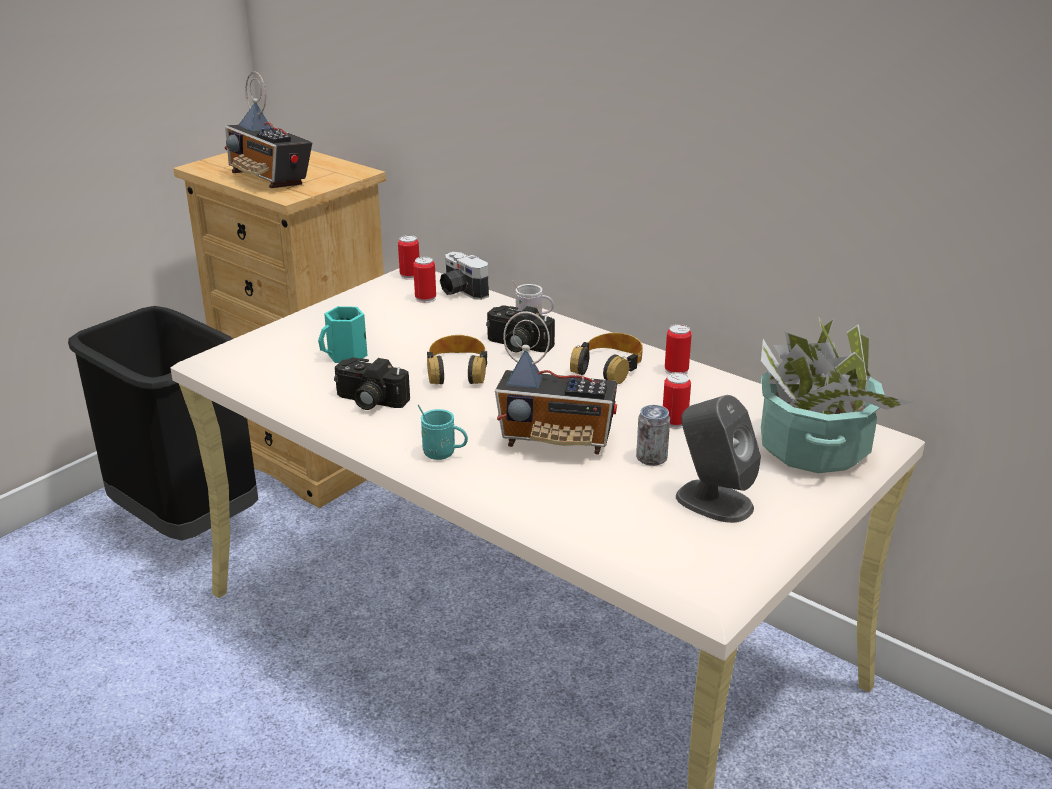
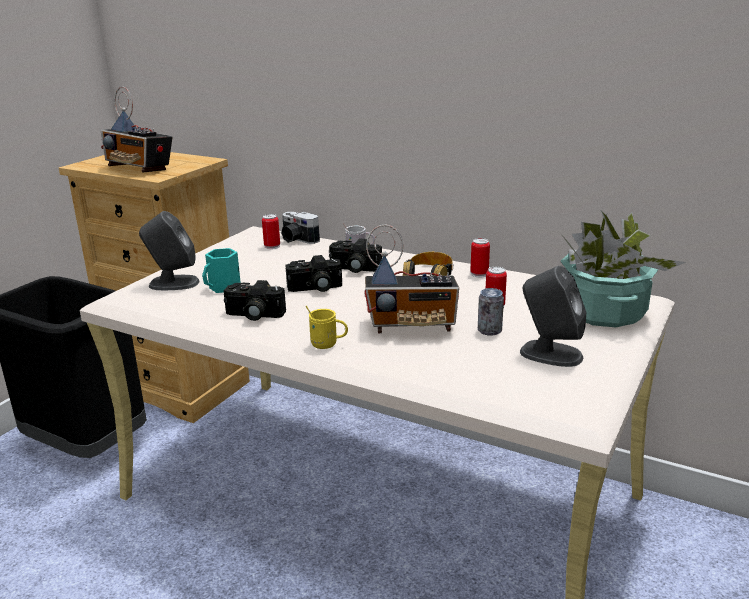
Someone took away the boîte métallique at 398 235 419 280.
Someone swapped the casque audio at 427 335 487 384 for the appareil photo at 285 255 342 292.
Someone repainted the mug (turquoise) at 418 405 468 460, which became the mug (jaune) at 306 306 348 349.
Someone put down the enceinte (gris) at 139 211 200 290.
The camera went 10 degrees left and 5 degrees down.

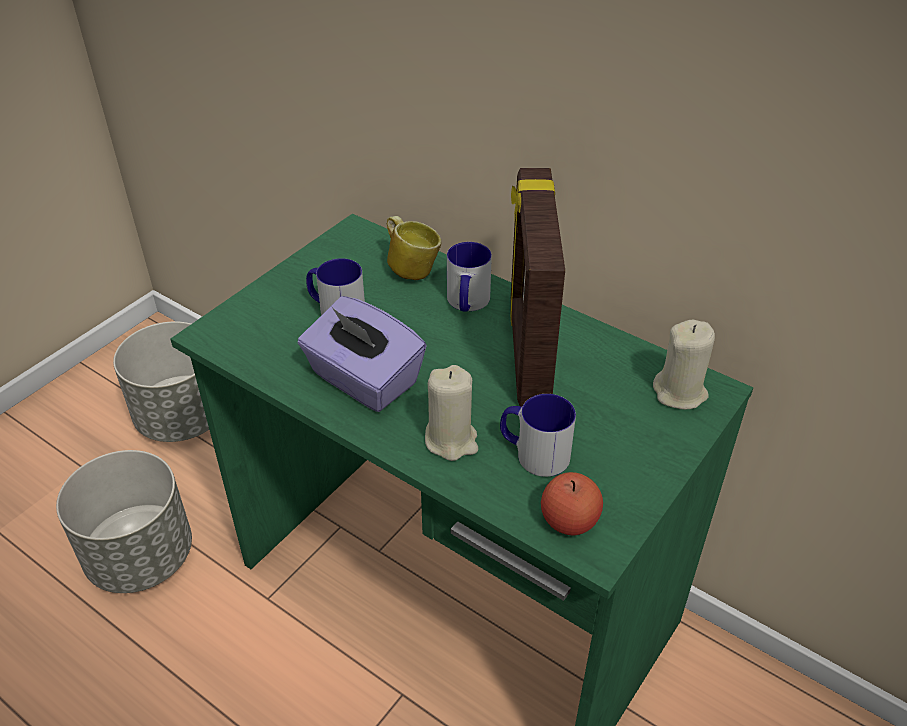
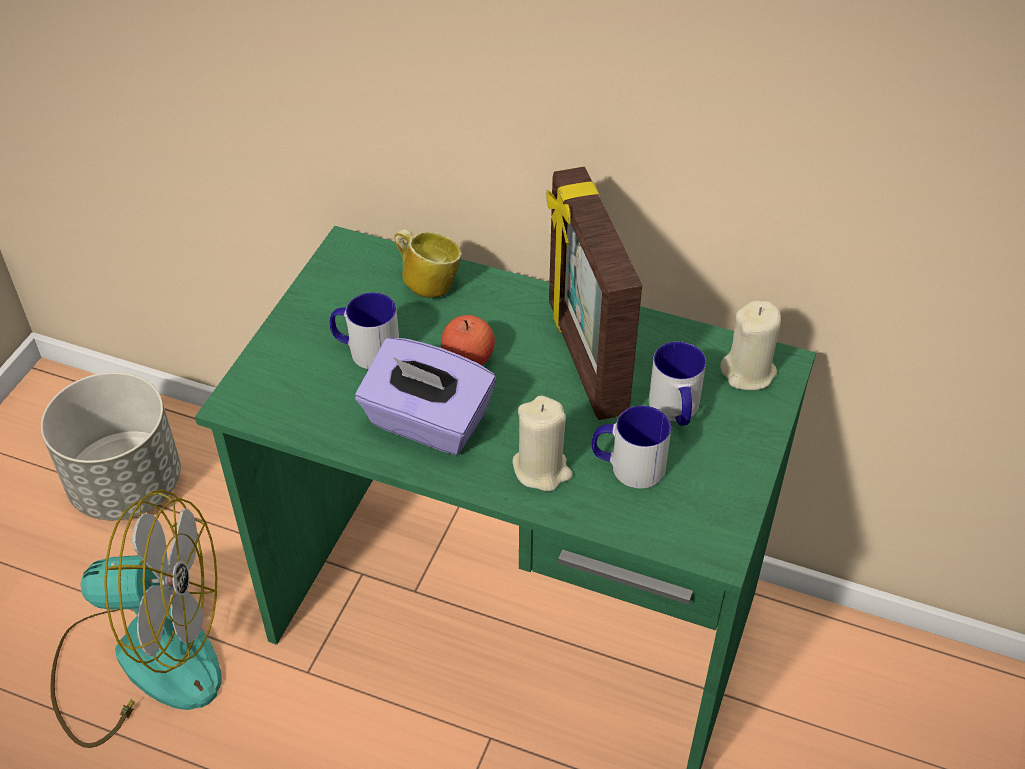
Someone carried the mug from 447 242 492 312 to 649 342 706 426.
Someone swapped the cache-pot (gris) at 56 450 192 593 for the ventilateur at 50 489 222 748.
Someone carried the pomme from 541 472 603 535 to 441 315 495 365.
The camera went 15 degrees left and 5 degrees up.

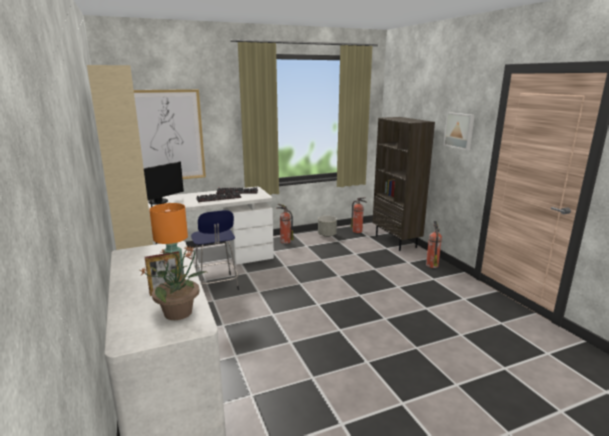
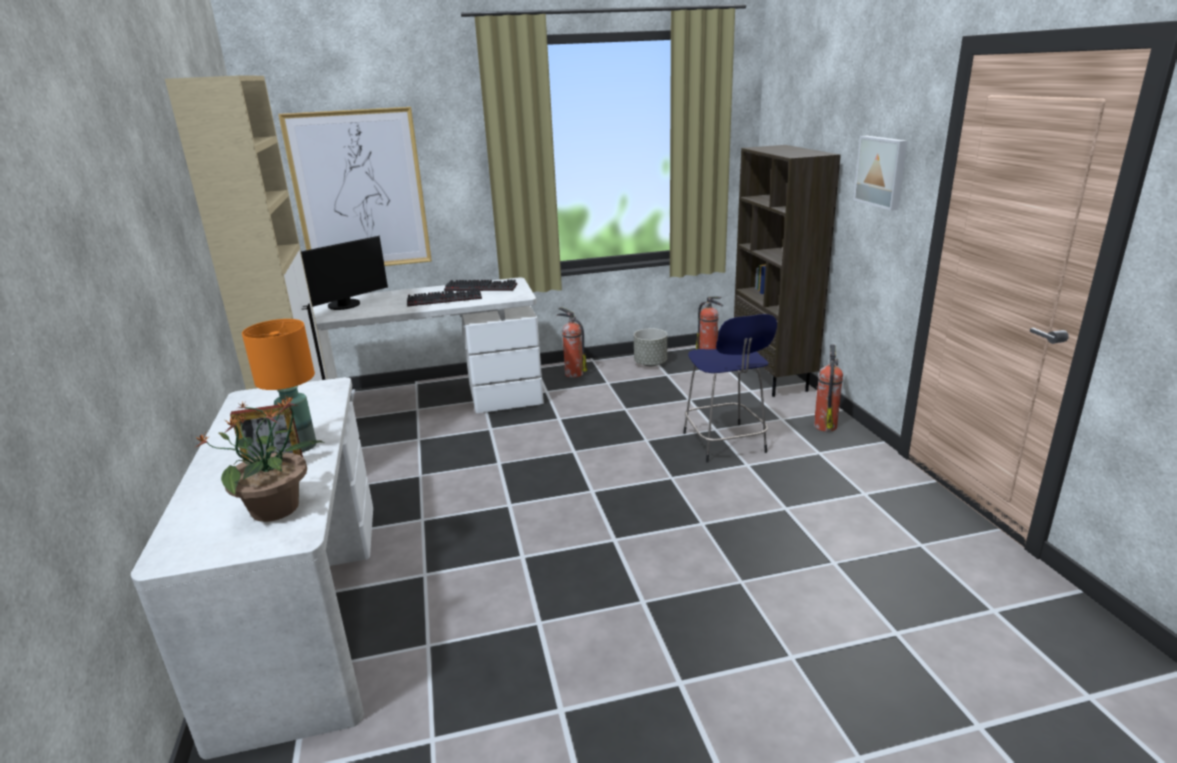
Someone carried the tabouret (bleu) from 191 210 239 290 to 683 314 777 463.
The camera went 10 degrees right and 5 degrees up.

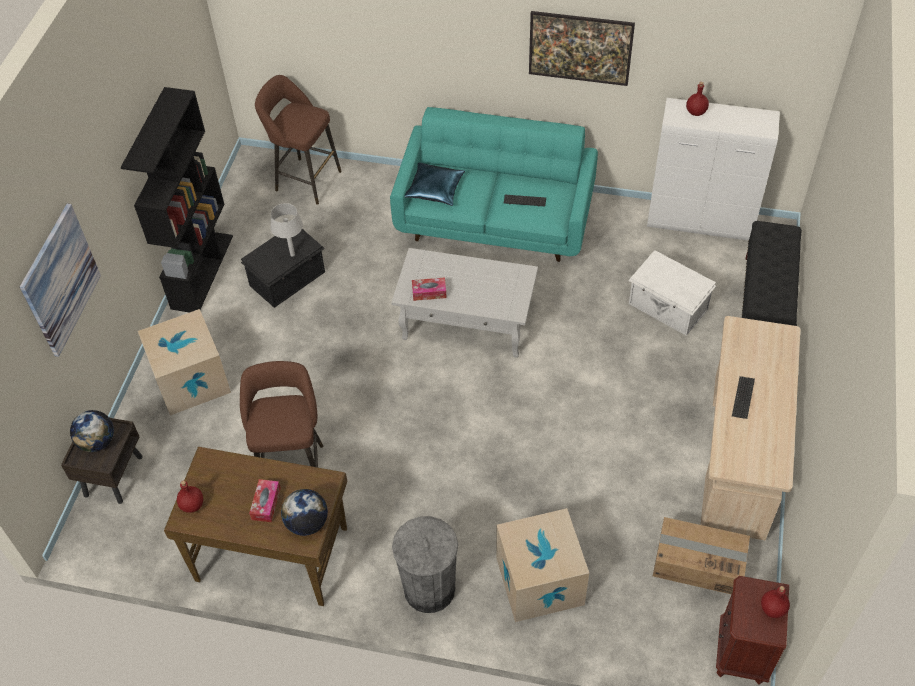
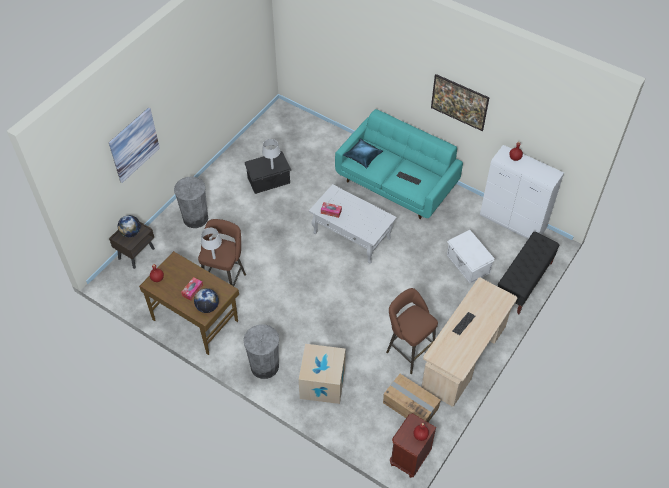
Someone carried the tabouret (marron) from 255 75 342 205 to 386 288 438 374.
Someone took away the bibliothèque (noir) at 121 87 233 313.
Someone swapped the carton at 138 309 231 416 for the poubelle (gris) at 174 177 208 228.
Someone put down the lampe de table (gris) at 201 228 222 259.
The camera went 20 degrees right and 0 degrees up.

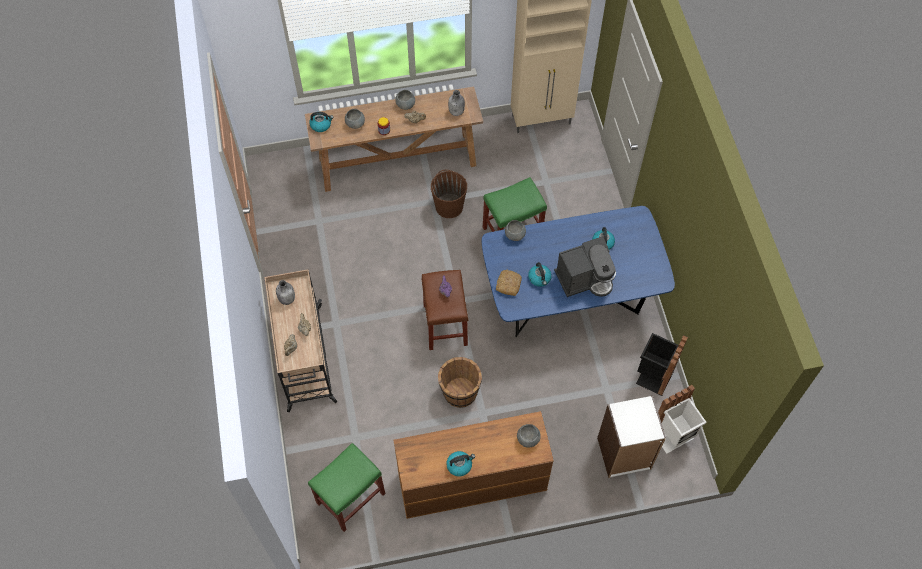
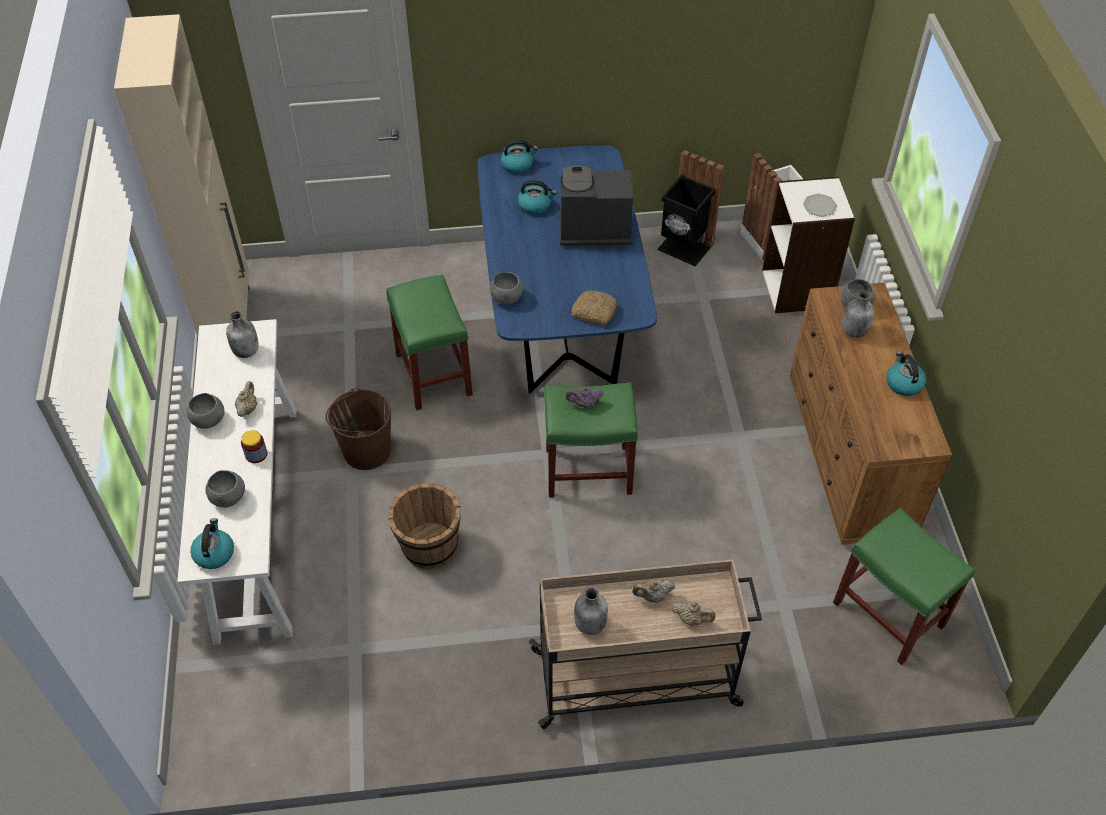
Someone repainted the table console (marron) at 305 87 483 192, which became the table console (blanc) at 177 319 296 645.
Someone rotated the machine à café at 554 236 616 297 by 75 degrees counterclockwise.
Someone carried the bouilloire from 528 262 552 287 to 501 139 538 174.
Someone repainted the tabouret (marron) at 421 270 468 350, which became the tabouret (vert) at 544 382 638 498.
Someone carried the seau (marron) from 438 357 482 408 to 388 483 461 569.
Someone put down the assiette at 803 194 837 217.
Someone put down the bouteille (gris) at 842 290 874 338.
The camera went 85 degrees left and 10 degrees down.

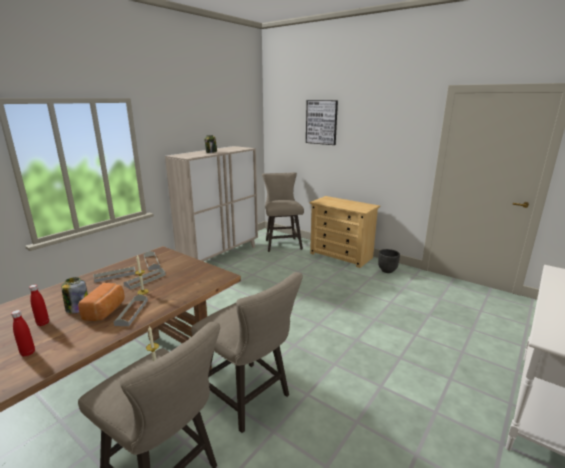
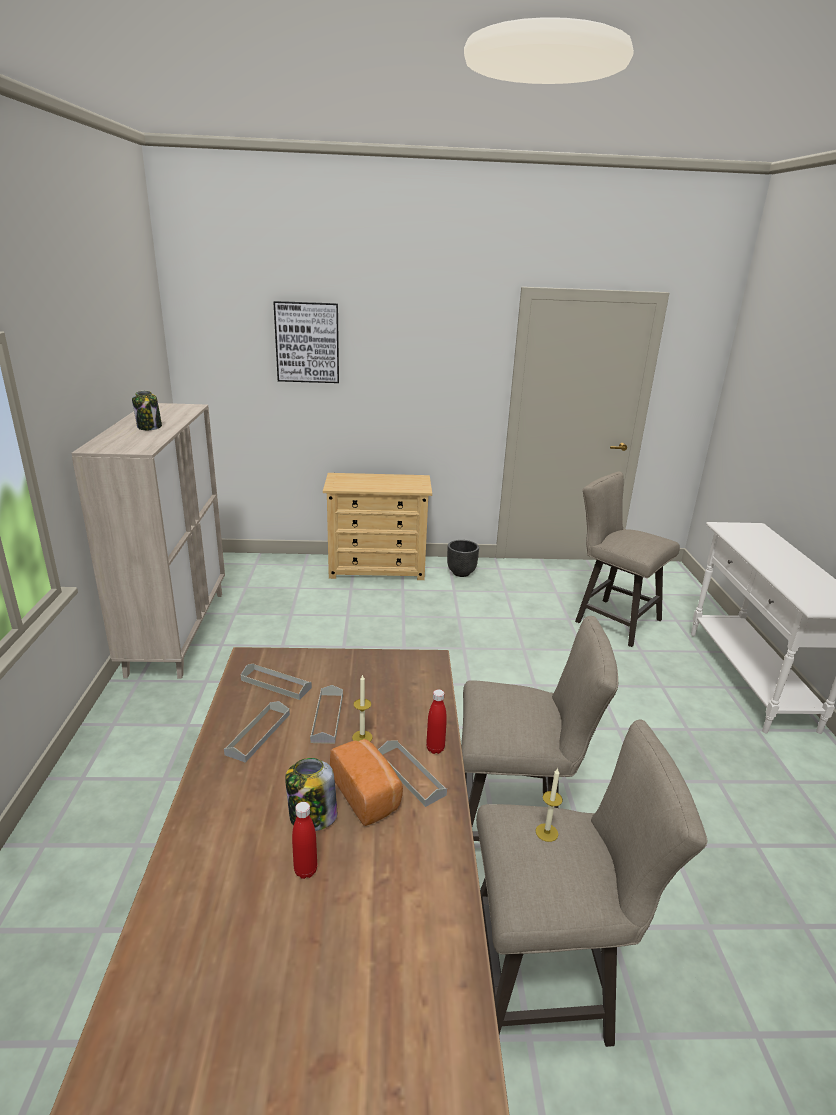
Someone carried the tabouret (beige) from 262 172 304 252 to 575 471 680 647.
Someone carried the bouteille (rouge) from 11 310 35 357 to 426 689 447 754.
The camera went 40 degrees left and 5 degrees up.

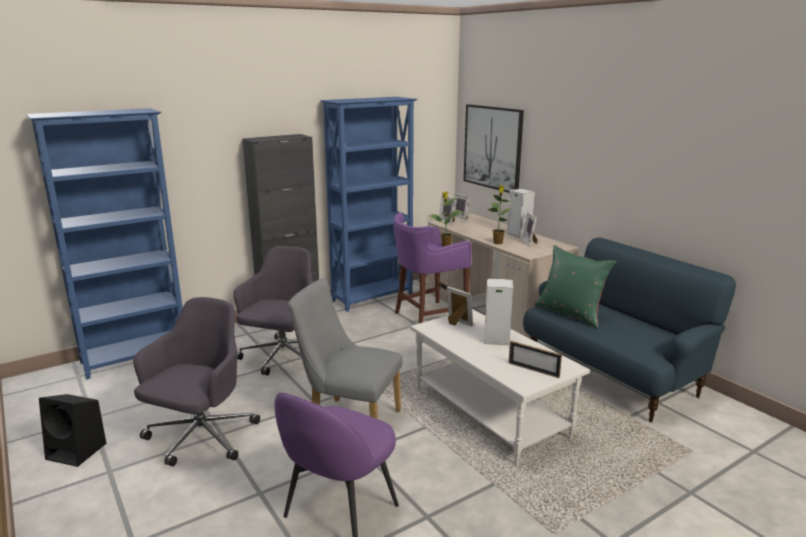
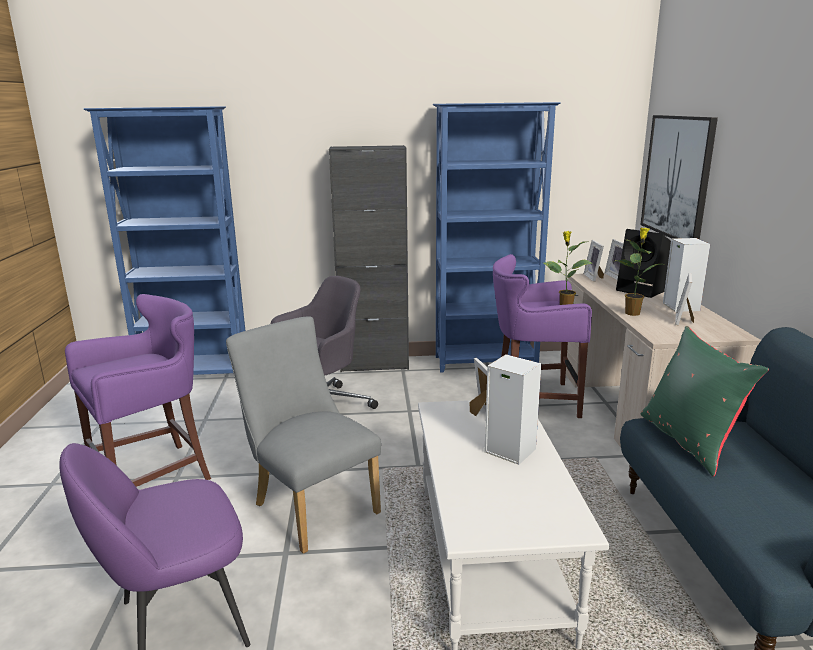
Someone swapped the chaise de bureau (gris) at 133 297 260 466 for the tabouret (violet) at 65 294 211 487.
Someone took away the cadre photo at 509 341 562 378.
Someone carried the enceinte (noir) from 39 394 107 467 to 616 229 671 298.
The camera went 30 degrees right and 0 degrees up.

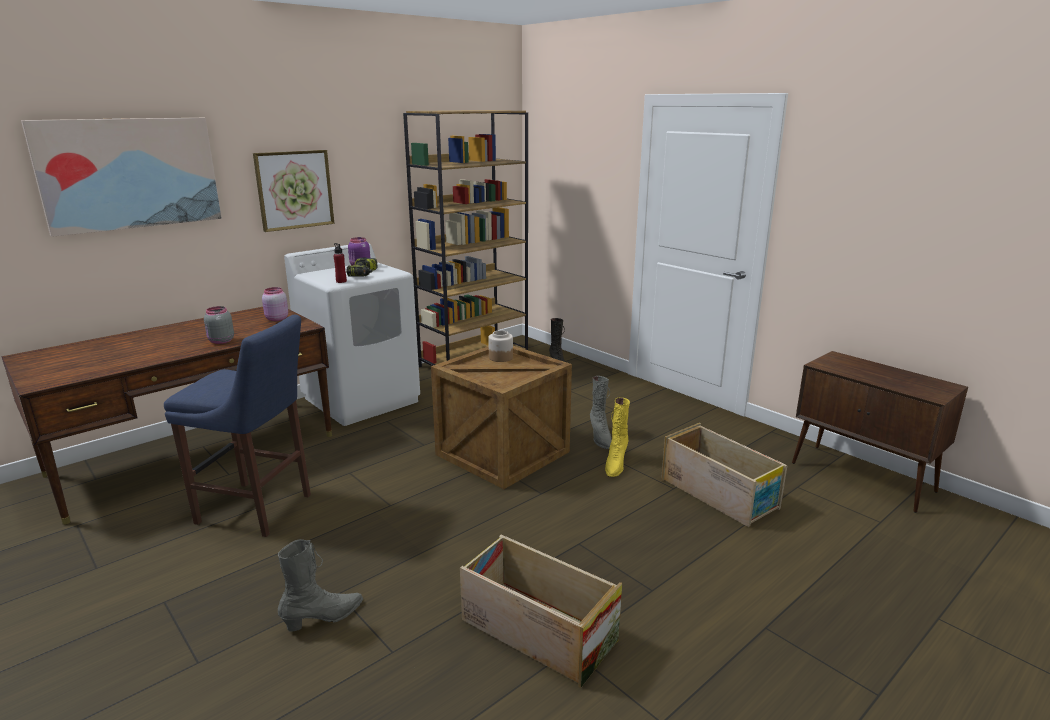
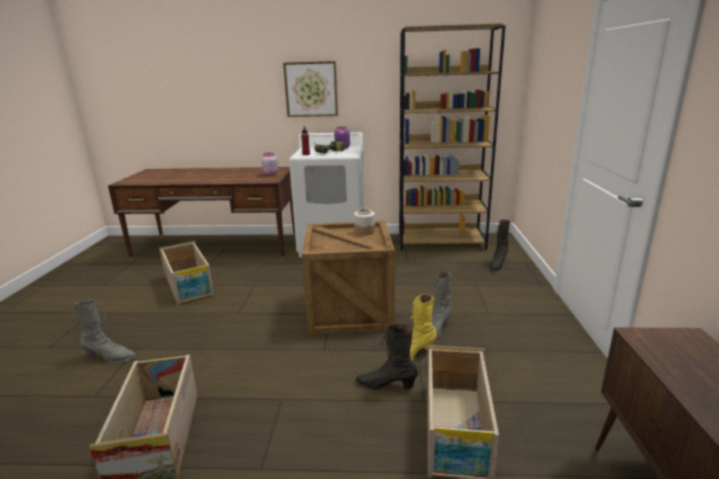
Someone took away the tableau at 21 118 222 237.
Someone took away the bocal (gris) at 204 306 234 344.
Someone swapped the tabouret (bleu) at 164 315 311 537 for the caisse at 159 241 214 305.
Someone put down the botte (noir) at 356 324 418 390.
The camera went 45 degrees right and 0 degrees up.

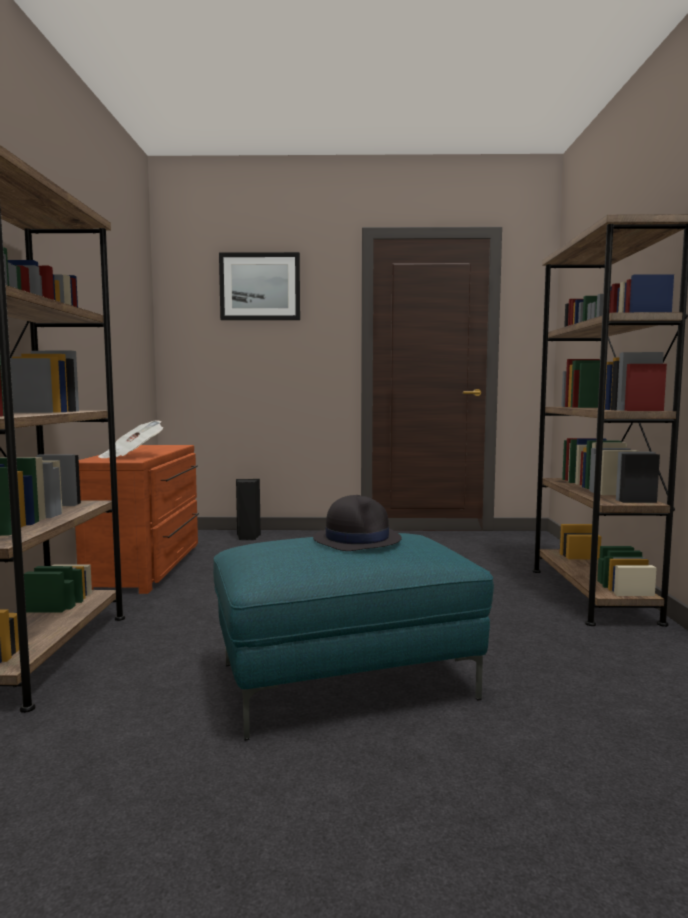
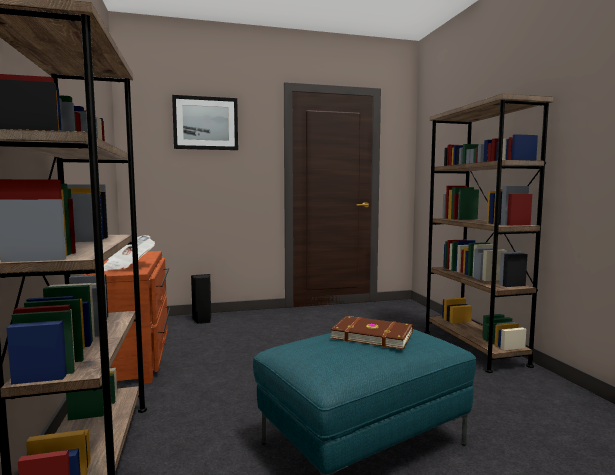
Someone swapped the chapeau (noir) at 313 495 402 551 for the livre (marron) at 330 316 413 349.
The camera went 15 degrees left and 0 degrees up.

